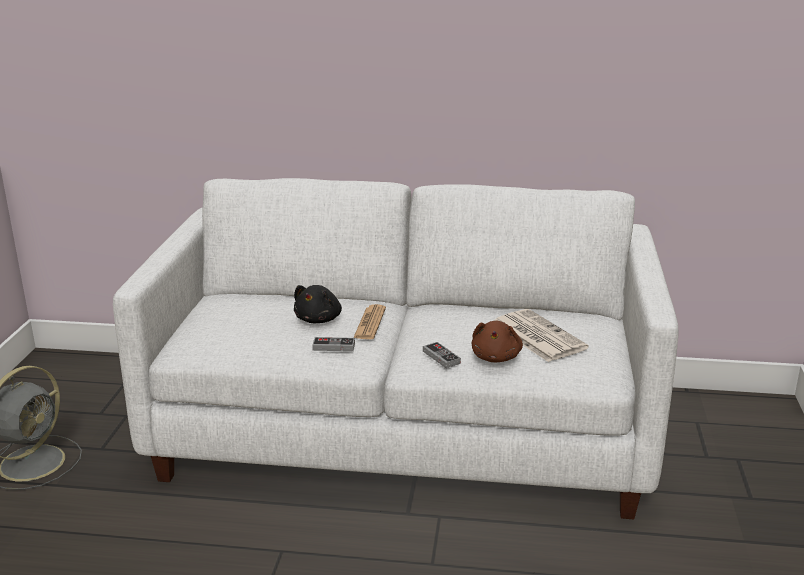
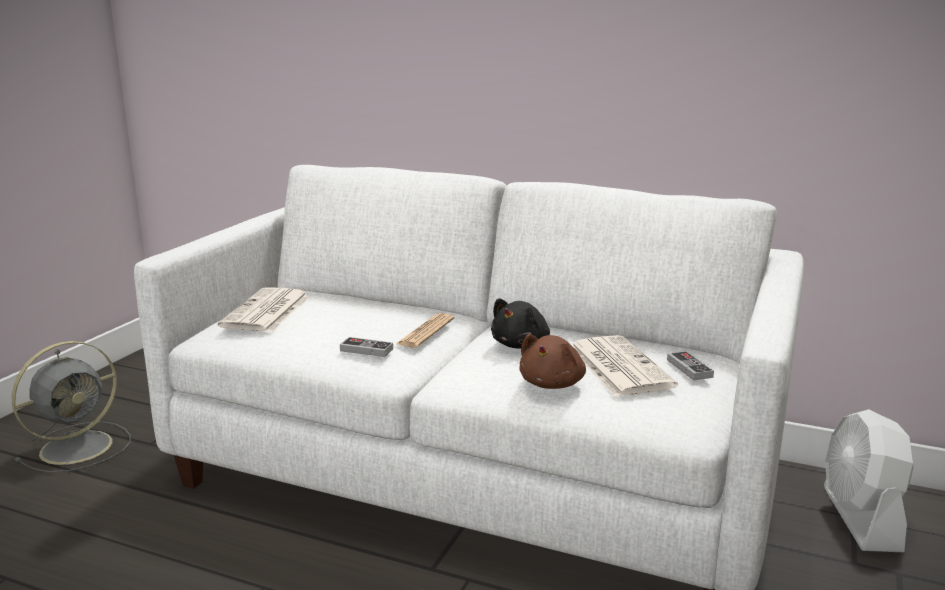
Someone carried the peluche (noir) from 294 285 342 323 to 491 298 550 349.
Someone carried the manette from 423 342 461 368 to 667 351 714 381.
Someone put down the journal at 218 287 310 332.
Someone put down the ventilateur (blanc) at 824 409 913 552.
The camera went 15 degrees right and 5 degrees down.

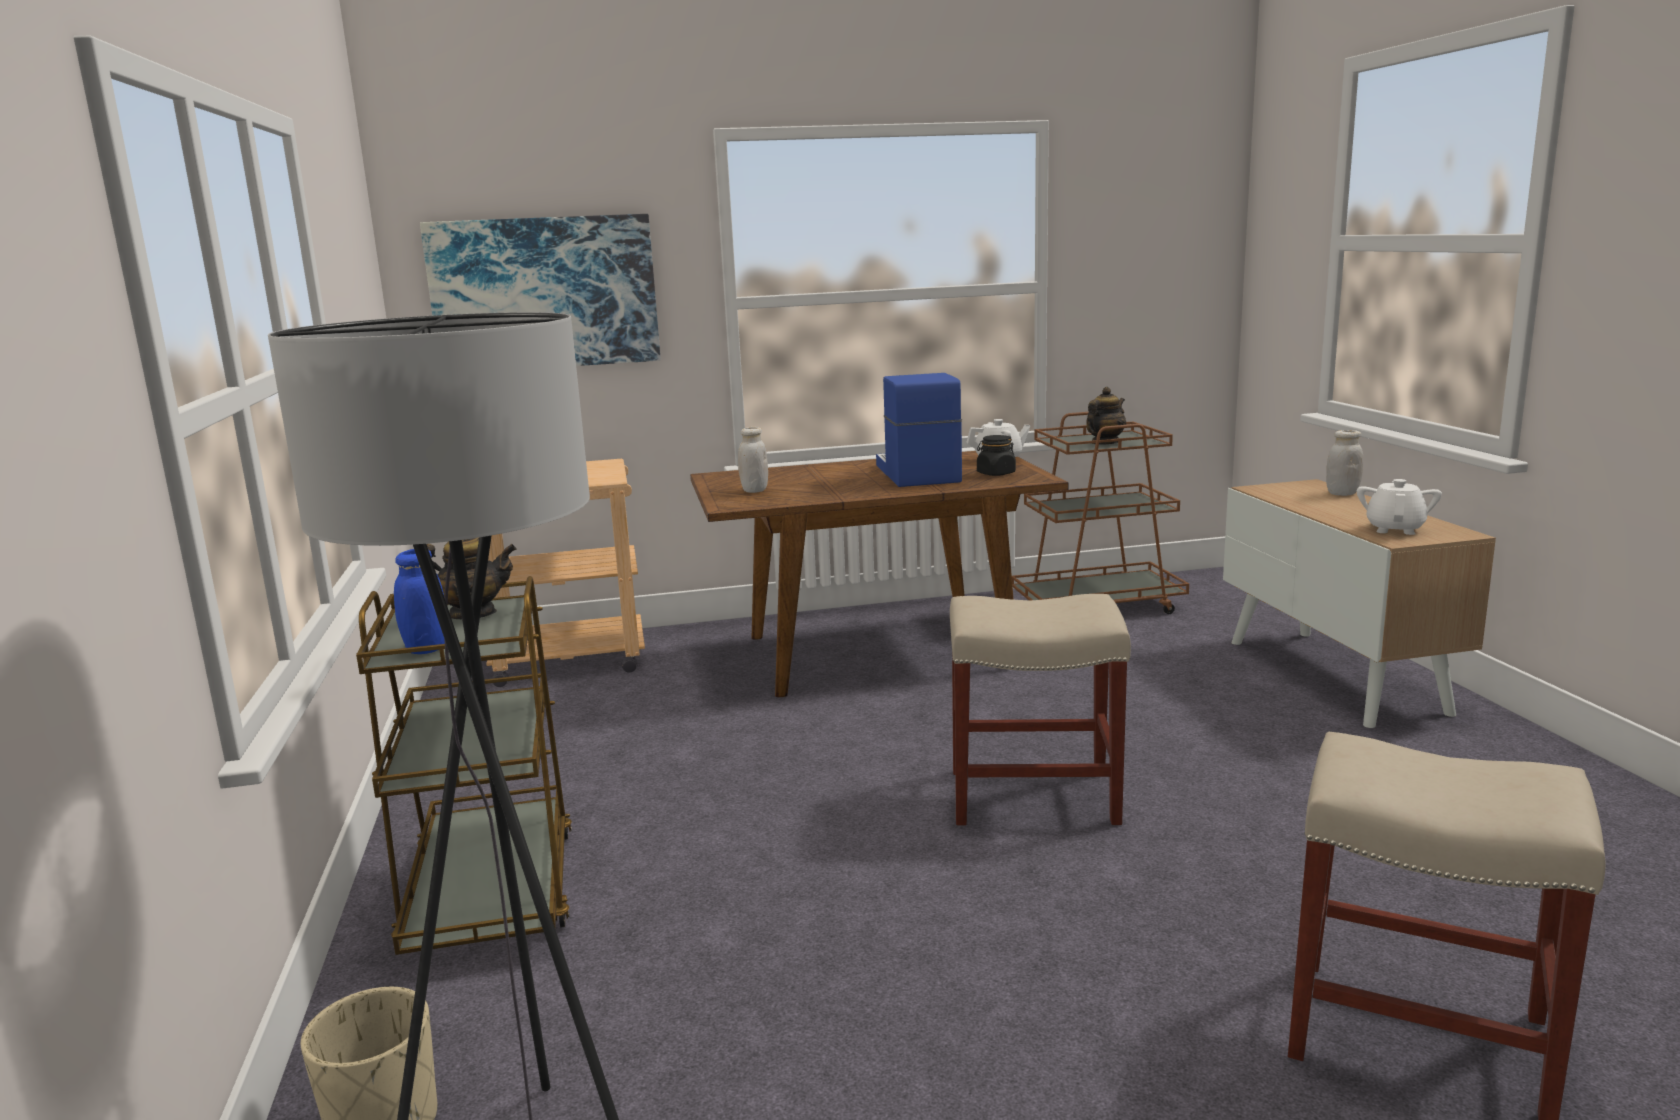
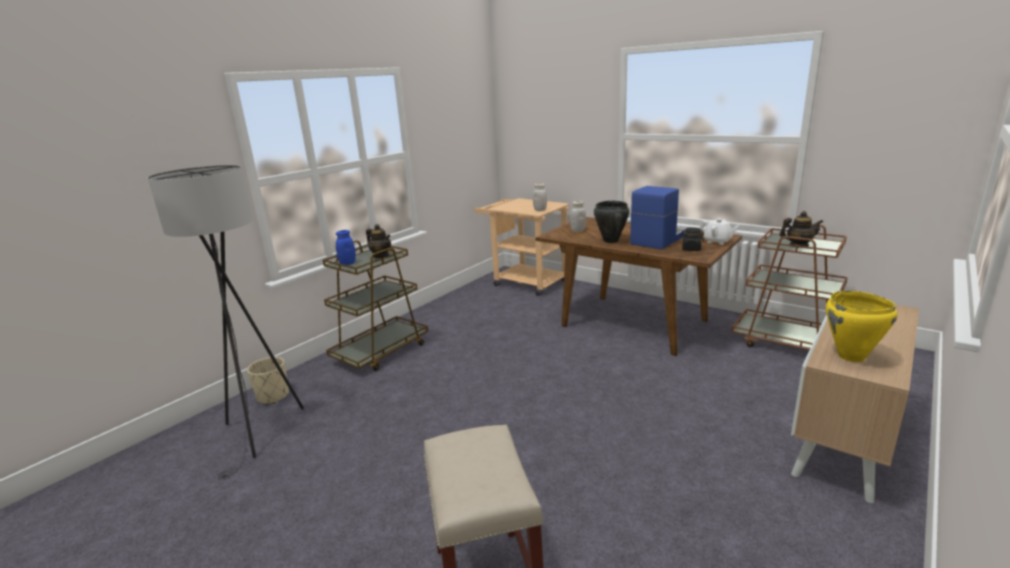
Someone took away the tableau at 420 214 661 366.
Someone carried the bocal (blanc) from 1326 430 1363 496 to 533 183 547 211.
Someone swapped the théière (blanc) at 1357 479 1442 535 for the marmite (jaune) at 826 290 898 362.
Someone took away the tabouret (beige) at 950 594 1131 825.
Someone put down the marmite (noir) at 594 201 630 243.
The camera went 50 degrees right and 5 degrees up.

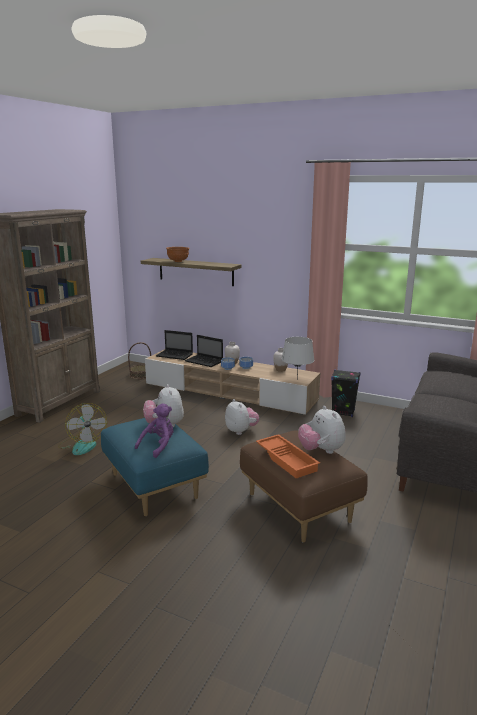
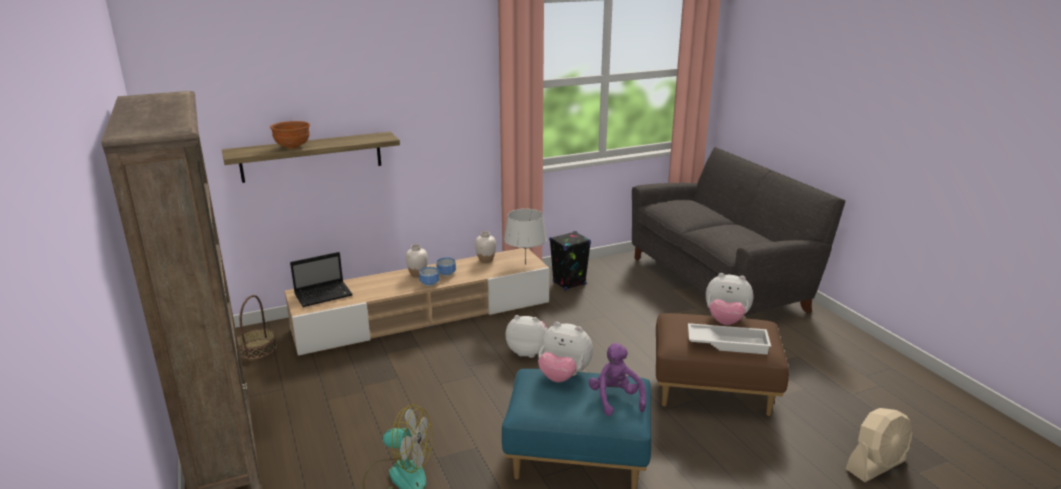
Someone took away the ordinateur portable at 185 335 223 367.
Someone repainted the plateau (orange) at 256 434 320 478, which became the plateau (blanc) at 688 323 771 355.
Someone put down the ventilateur (beige) at 846 408 913 482.
The camera went 50 degrees left and 5 degrees up.

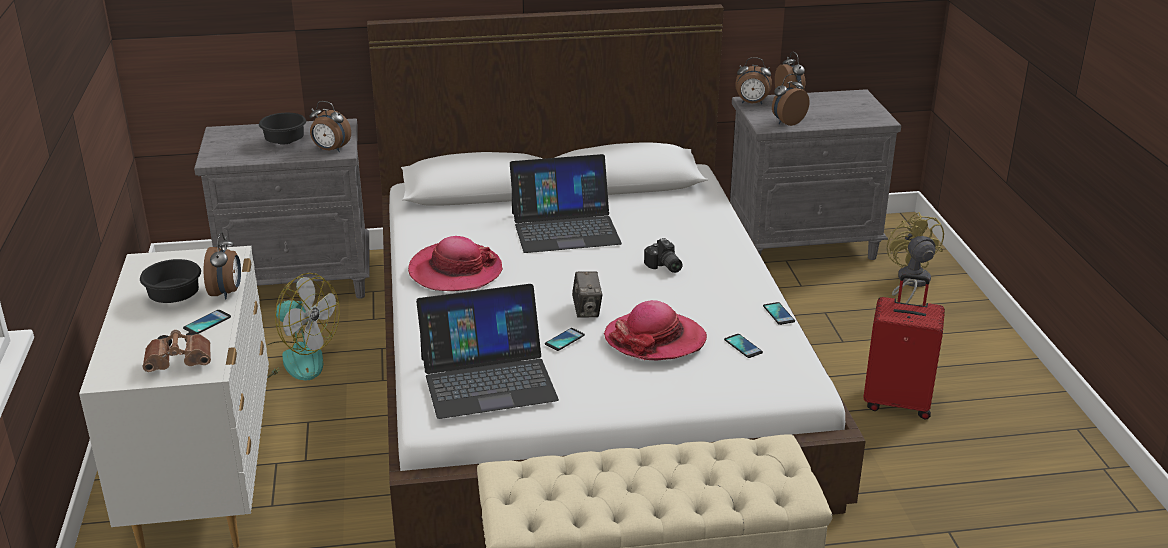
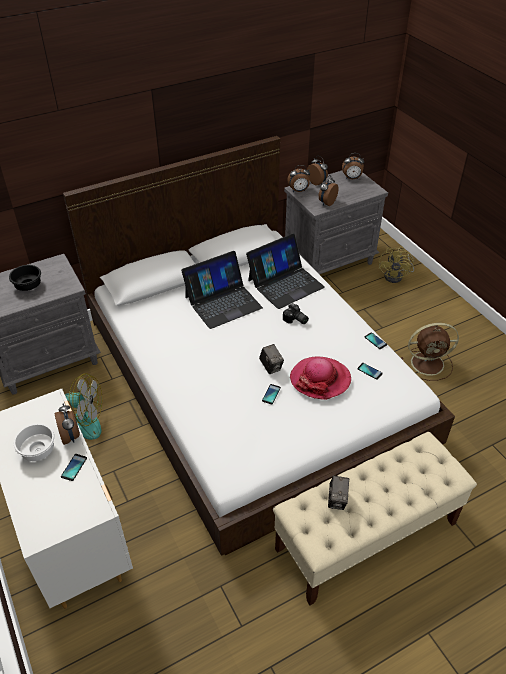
Someone carried the réveil from 309 101 351 152 to 342 153 364 179.
Someone rotated the ventilateur (jaune) at 887 212 944 304 by 135 degrees counterclockwise.
Someone took away the chapeau at 408 236 503 291.
Someone repainted the bol (noir) at 140 259 201 303, which became the bol (blanc) at 13 424 55 461.
Someone swapped the valise (rouge) at 863 274 945 420 for the ventilateur (marron) at 401 323 459 381.
Someone carried the ordinateur portable from 416 284 559 419 to 246 233 325 309.
Someone took away the jumelles (marron) at 143 330 211 372.
Someone put down the appareil photo at 328 476 349 510.
The camera went 20 degrees left and 15 degrees up.

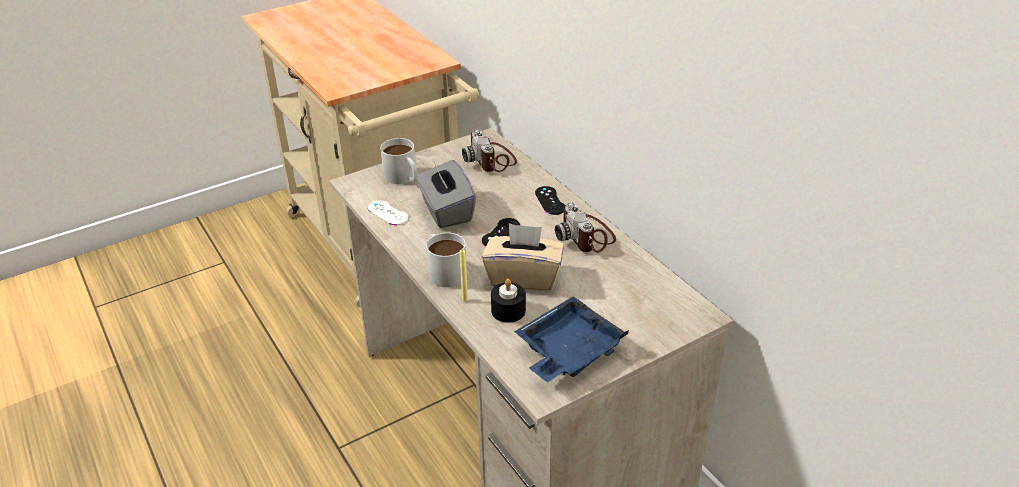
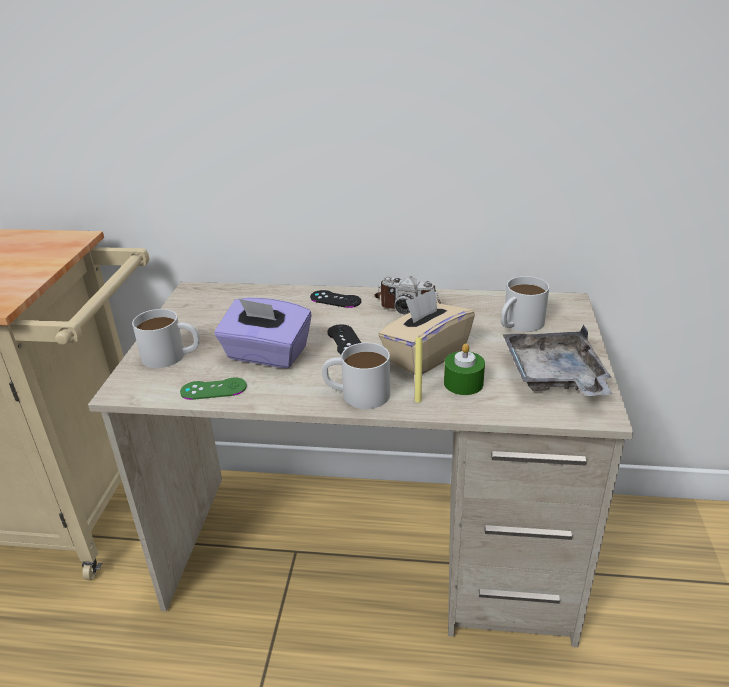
Someone took away the appareil photo at 462 129 517 172.
Someone repainted the boîte à mouchoirs (gris) at 416 160 476 228, which became the boîte à mouchoirs (violet) at 215 297 312 368.
Someone repainted the manette (blanc) at 368 200 408 225, which became the manette (vert) at 180 378 247 400.
Someone repainted the bougie (noir) at 491 279 526 323, which became the bougie (vert) at 444 343 485 395.
Someone repainted the plateau (bleu) at 514 296 629 382, which became the plateau (gris) at 503 325 613 396.
Someone put down the mug (blanc) at 501 276 549 332.
The camera went 50 degrees left and 5 degrees down.

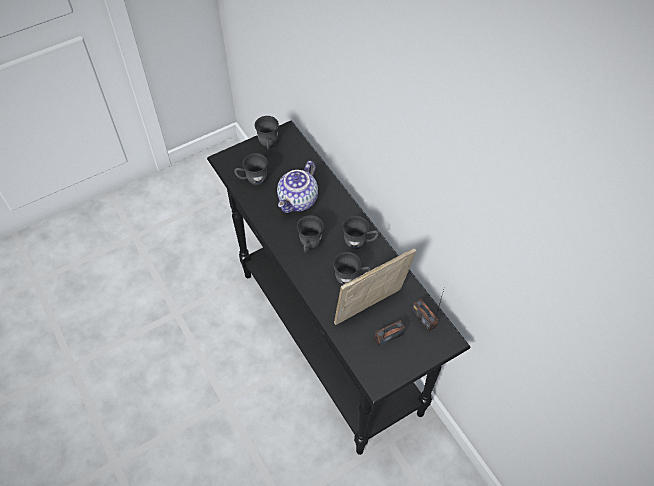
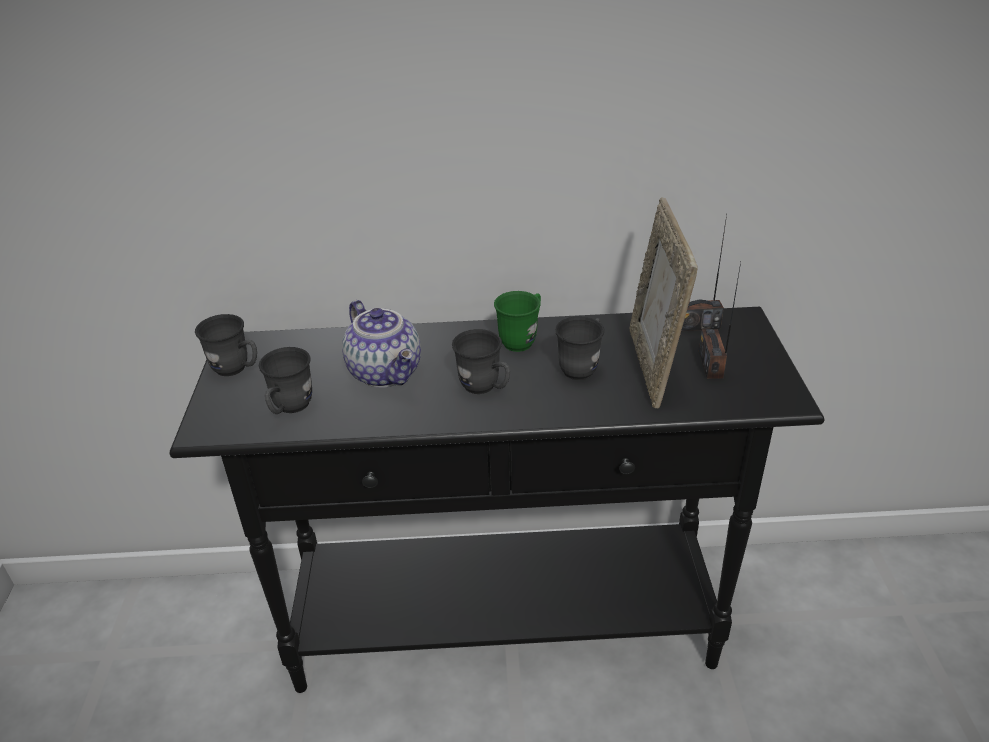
Someone repainted the mug (gris) at 342 216 379 249, which became the mug (vert) at 494 291 541 352.
The camera went 60 degrees left and 20 degrees down.

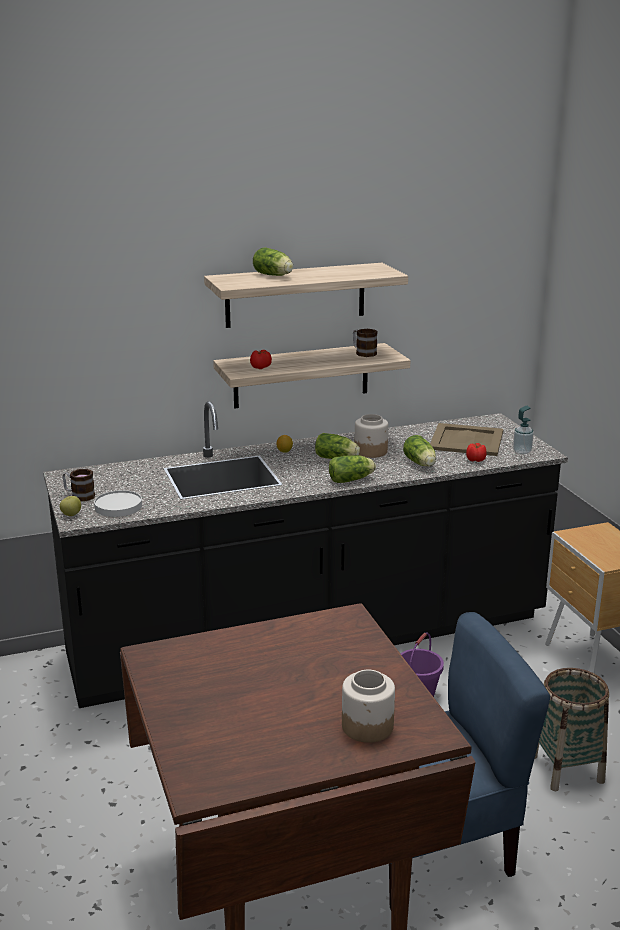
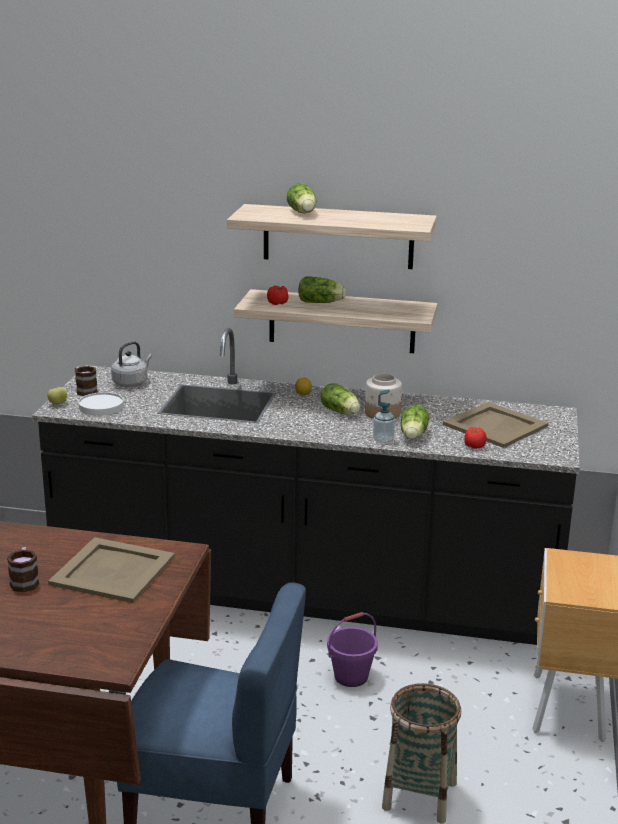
Someone carried the mug from 353 329 378 357 to 7 547 39 592.
Someone carried the distributeur de savon from 513 406 534 454 to 373 389 395 444.
Someone carried the laitue from 329 455 376 483 to 298 276 346 303.
Someone took away the bocal at 342 670 395 743.
Someone put down the bouilloire (gris) at 111 341 152 387.
Someone put down the plateau (beige) at 48 537 175 603.
The camera went 30 degrees right and 0 degrees up.

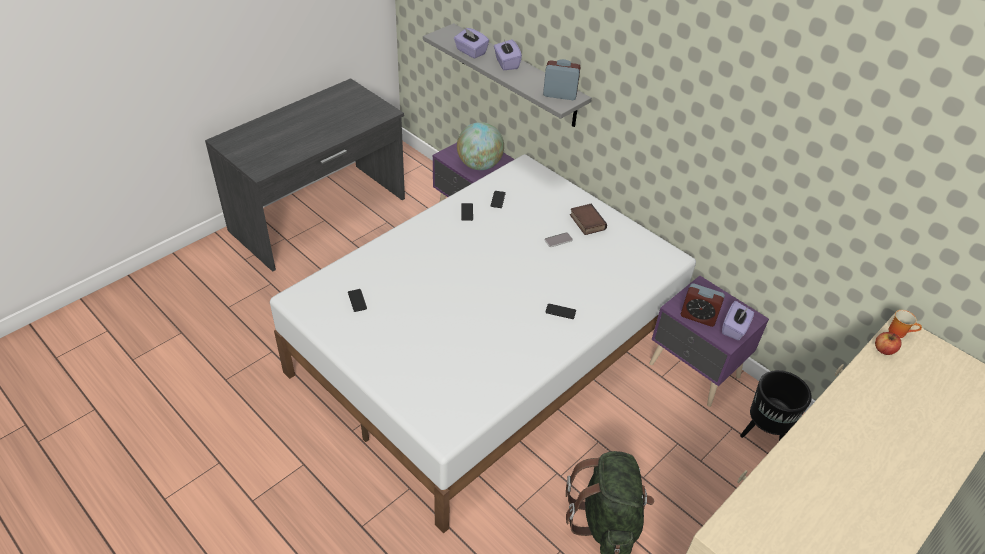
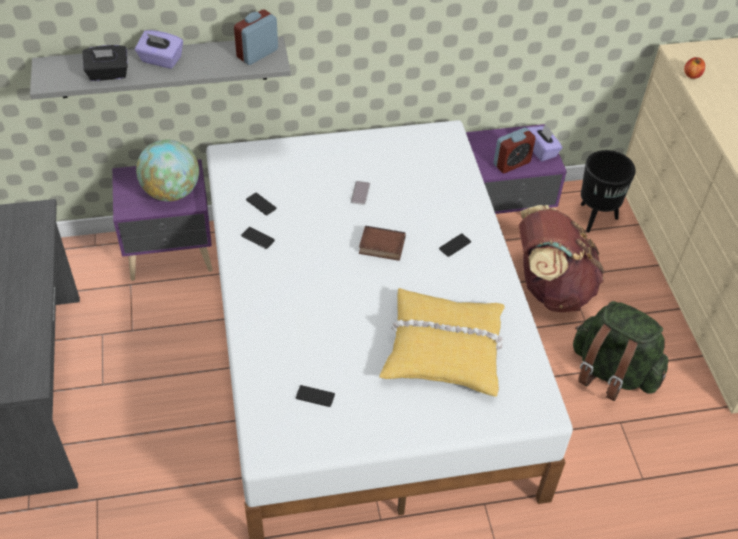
Someone repainted the boîte à mouchoirs (violet) at 454 28 489 59, which became the boîte à mouchoirs (noir) at 82 45 128 81.
Someone carried the livre from 570 204 607 235 to 359 226 406 261.
Someone took away the mug at 888 310 922 338.
Someone put down the sac à dos (marron) at 519 205 604 312.
Someone put down the coussin (jaune) at 379 288 505 397.
The camera went 55 degrees left and 5 degrees up.

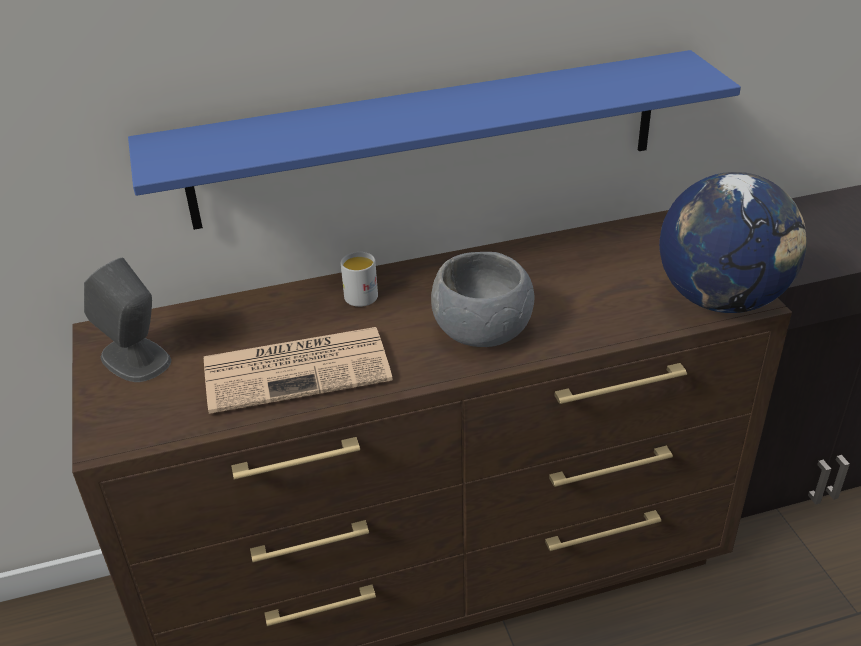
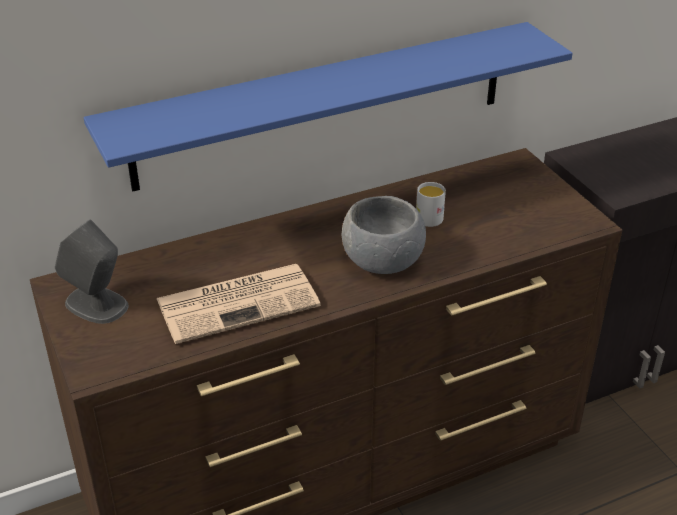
Someone took away the globe at 659 172 807 313.
Someone carried the mug (blanc) from 341 252 378 307 to 416 182 446 227.
The camera went 10 degrees left and 0 degrees up.

